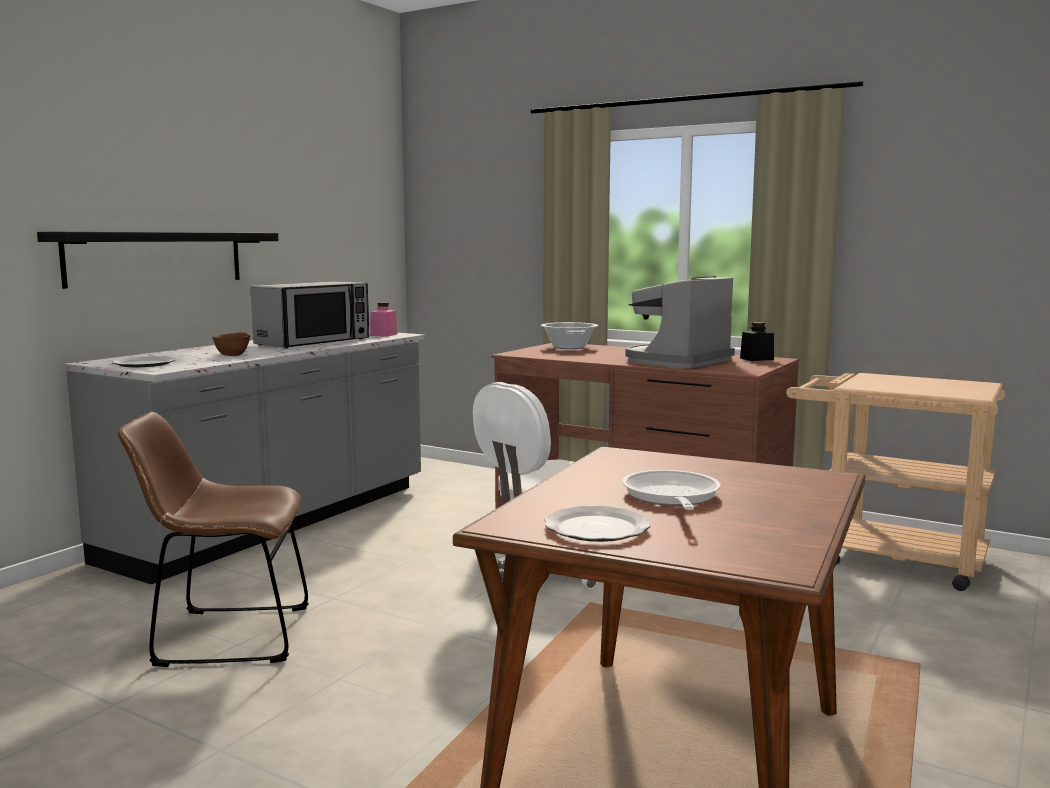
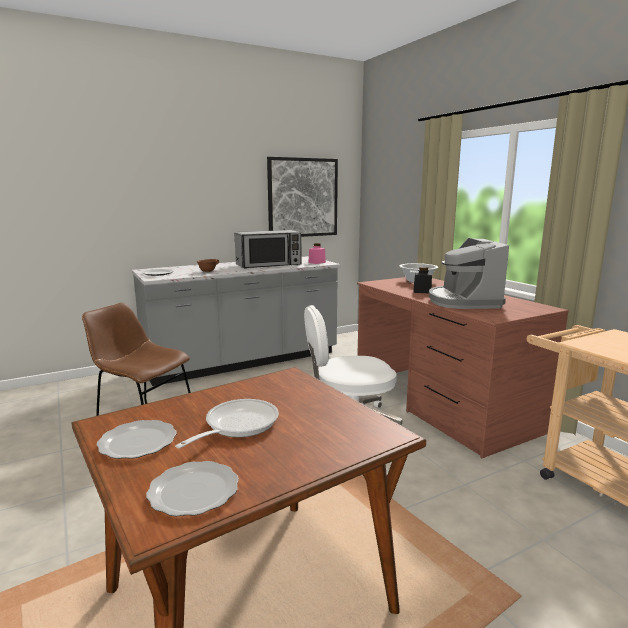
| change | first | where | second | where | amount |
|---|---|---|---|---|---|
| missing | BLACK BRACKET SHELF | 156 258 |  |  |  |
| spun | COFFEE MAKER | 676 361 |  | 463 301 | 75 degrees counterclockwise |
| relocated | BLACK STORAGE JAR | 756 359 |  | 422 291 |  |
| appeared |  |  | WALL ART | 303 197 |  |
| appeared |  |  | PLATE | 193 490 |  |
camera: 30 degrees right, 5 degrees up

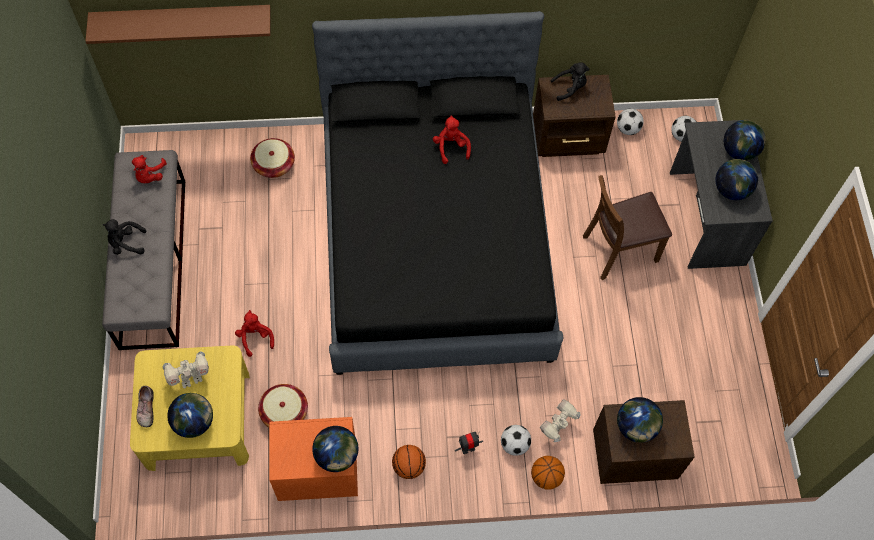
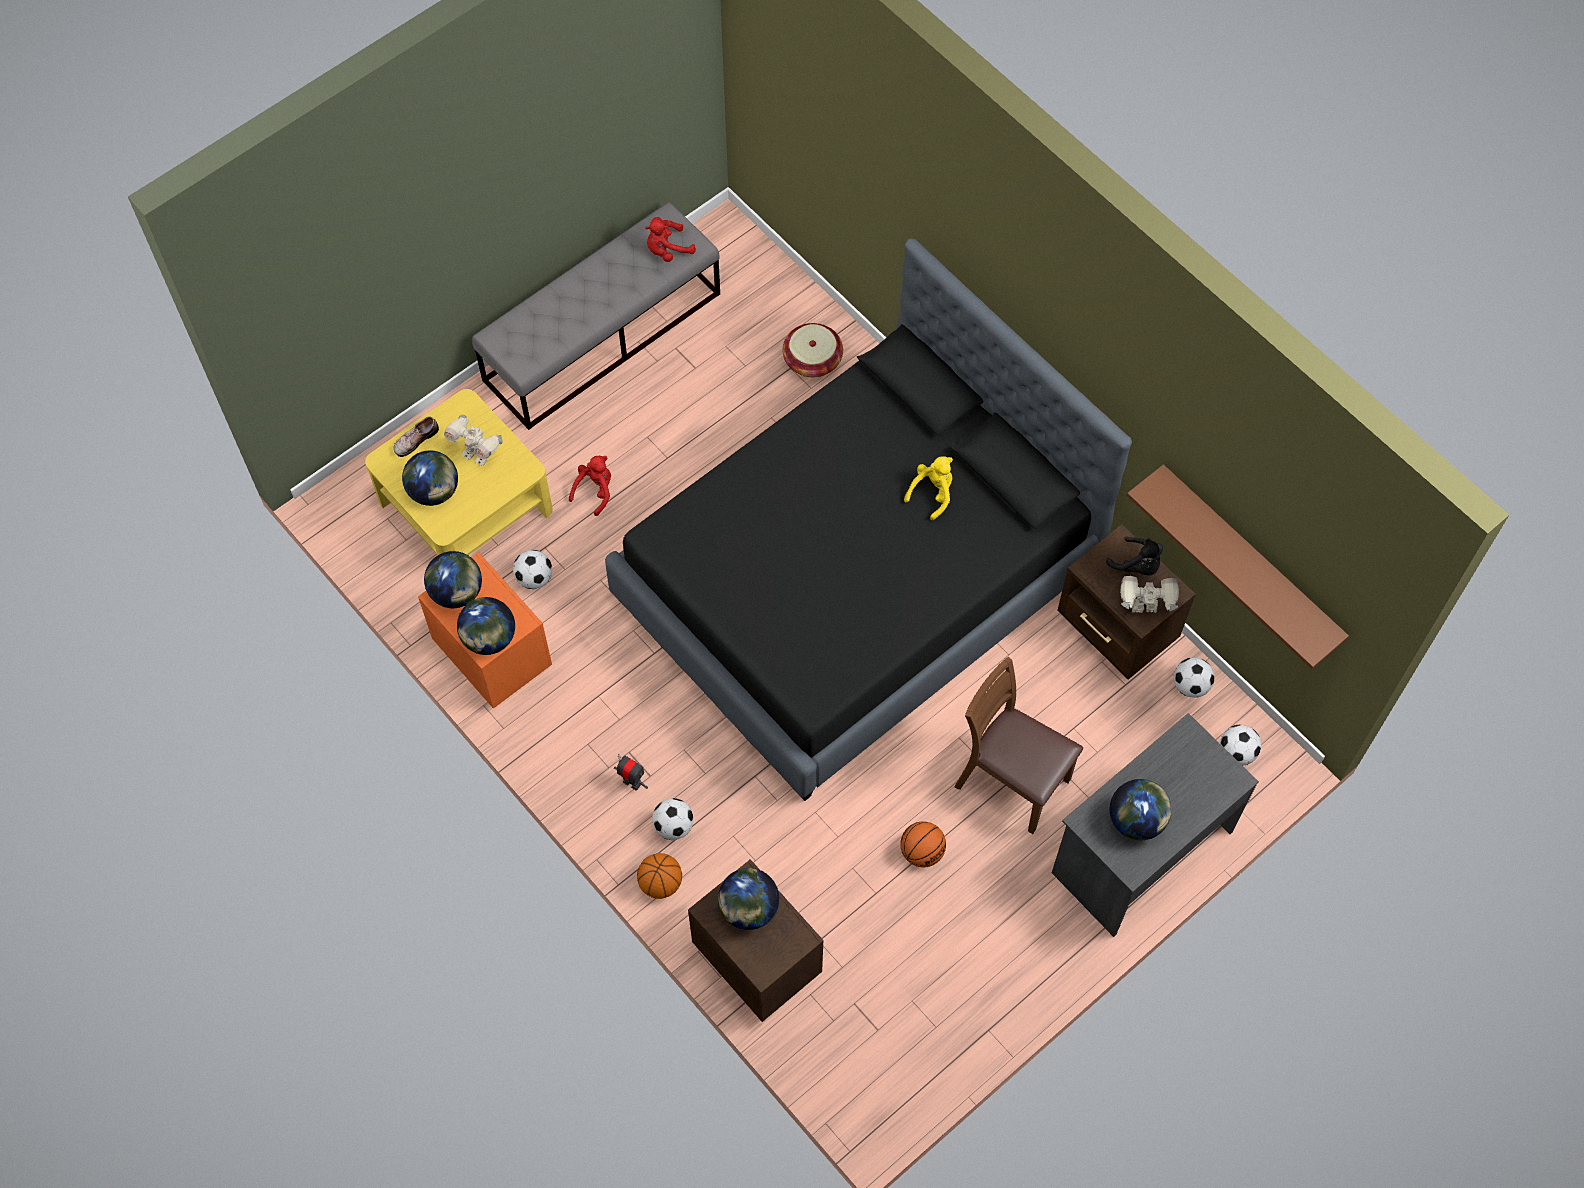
| change | first | where | second | where | amount |
|---|---|---|---|---|---|
| relocated | BROWNISH BRACKET SHELF | 182 19 |  | 1250 559 |  |
| colour | RED CUDDLY TOY | 451 147 | YELLOWISH CUDDLY TOY | 932 493 |  |
| relocated | DESK GLOBE | 739 151 |  | 457 592 |  |
| missing | BLACK CUDDLY TOY | 126 243 |  |  |  |
| exchanged | STORAGE BASKET | 284 412 | BALL FOR FOOTBALL | 534 578 |  |
| relocated | MODEL ROBOT | 556 429 |  | 1144 609 |  |
| relocated | BALL FOR BASKETBALL | 408 466 |  | 921 852 |  |
camera: 55 degrees right, 0 degrees up

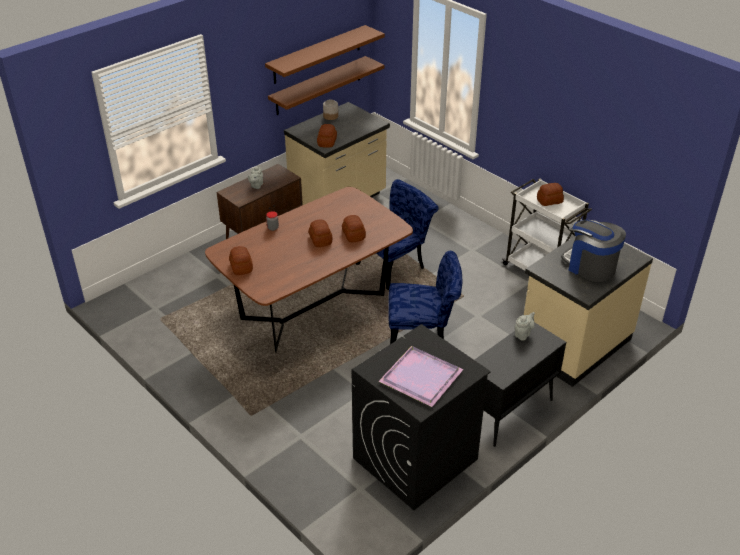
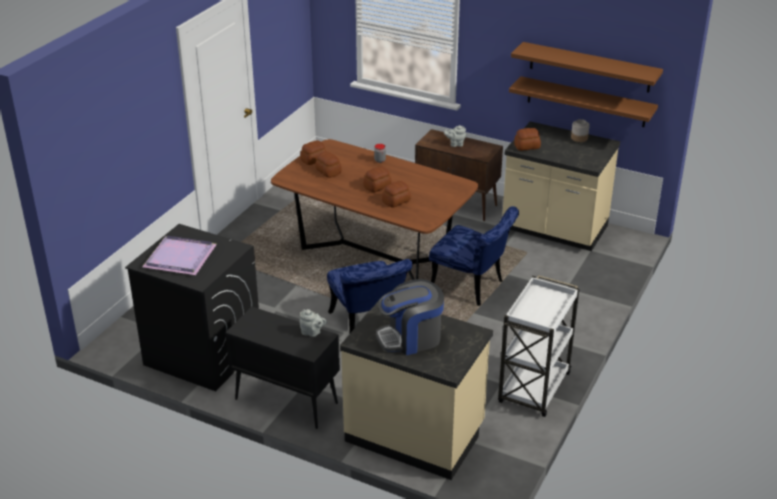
| change | first | where | second | where | amount |
|---|---|---|---|---|---|
| relocated | BAKERY BREAD | 549 201 |  | 328 171 |  |
| spun | COFFEE MAKER | 590 266 |  | 410 338 | 135 degrees counterclockwise |
camera: 70 degrees right, 5 degrees down

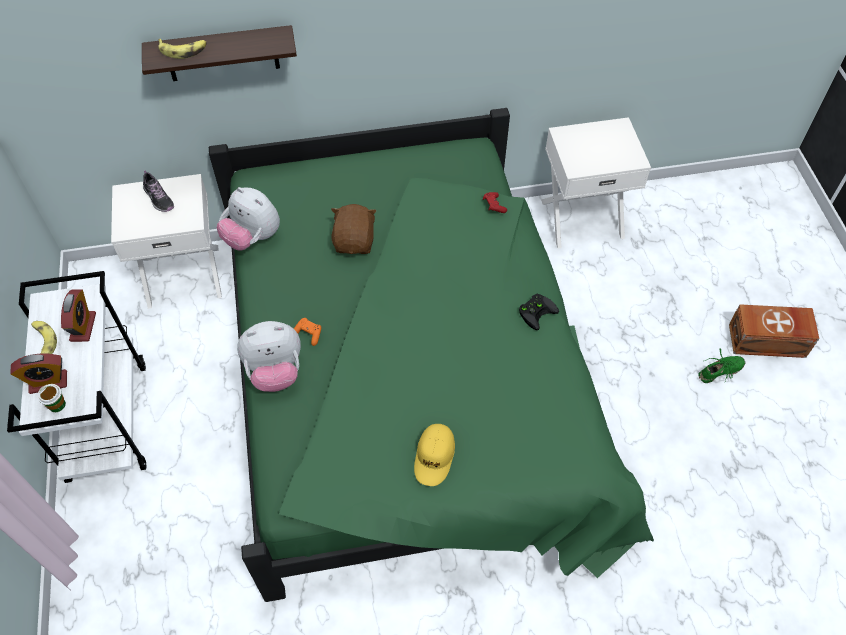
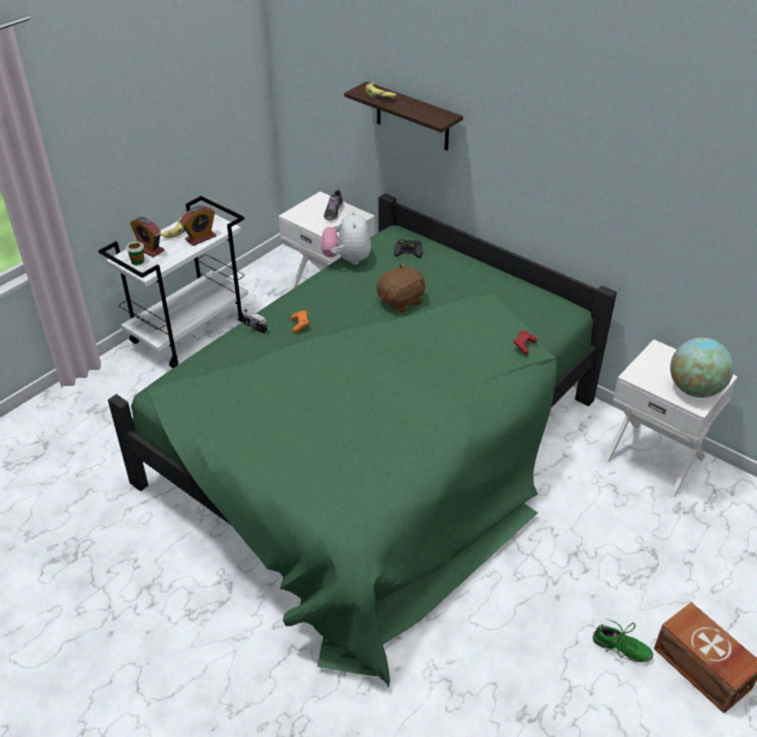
| change | first | where | second | where | amount |
|---|---|---|---|---|---|
| relocated | BLACK GAMEPAD | 536 311 |  | 409 250 |  |
| exchanged | CUDDLY TOY | 275 371 | PHOTO CAMERA | 254 328 |  |
| missing | YELLOWISH CAP | 434 457 |  |  |  |
| appeared |  |  | DESK GLOBE | 694 389 |  |
camera: 50 degrees right, 15 degrees down

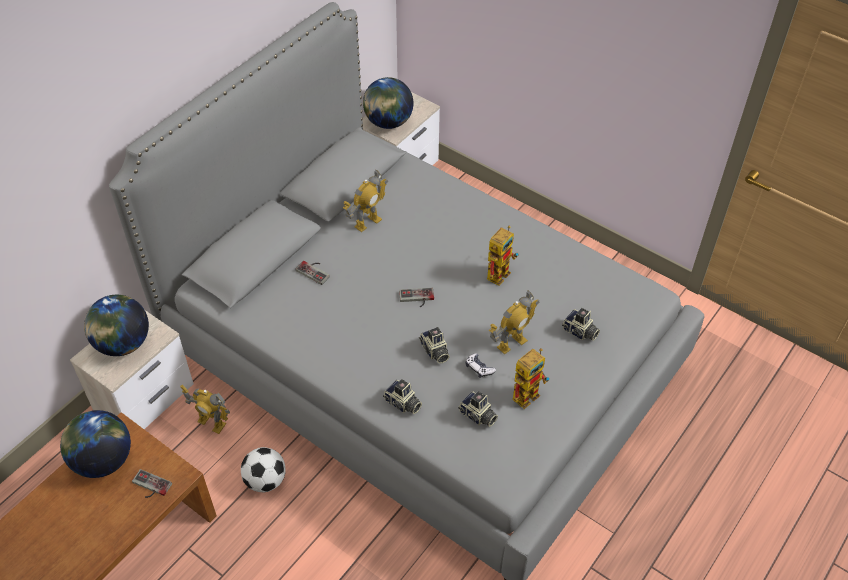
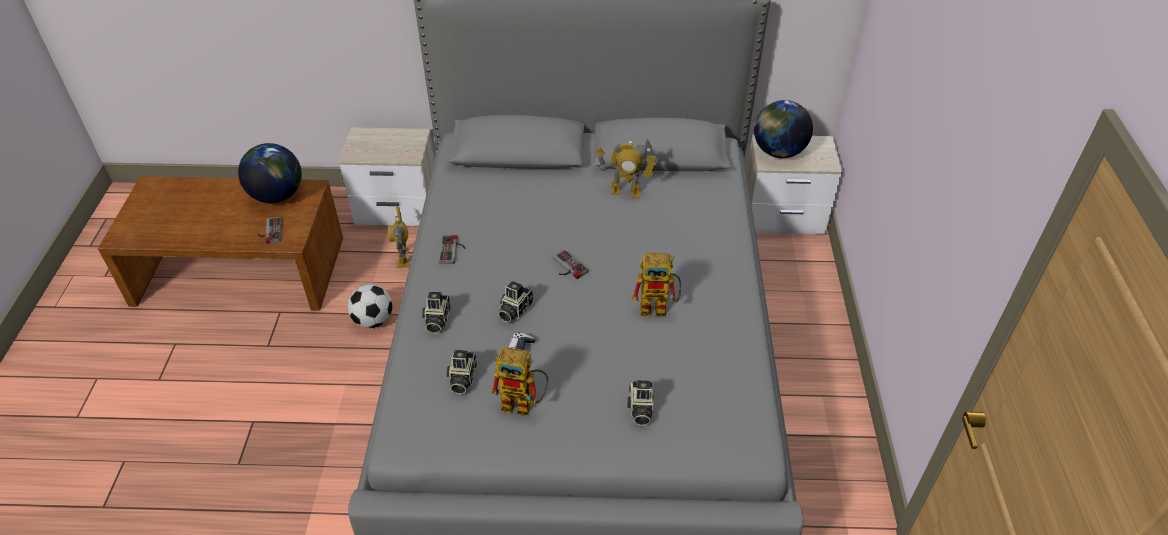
| change | first | where | second | where | amount |
|---|---|---|---|---|---|
| relocated | GAMEPAD | 315 271 |  | 453 250 |  |
| missing | MODEL ROBOT | 511 343 |  |  |  |
| missing | DESK GLOBE | 123 344 |  |  |  |
camera: 55 degrees right, 5 degrees down

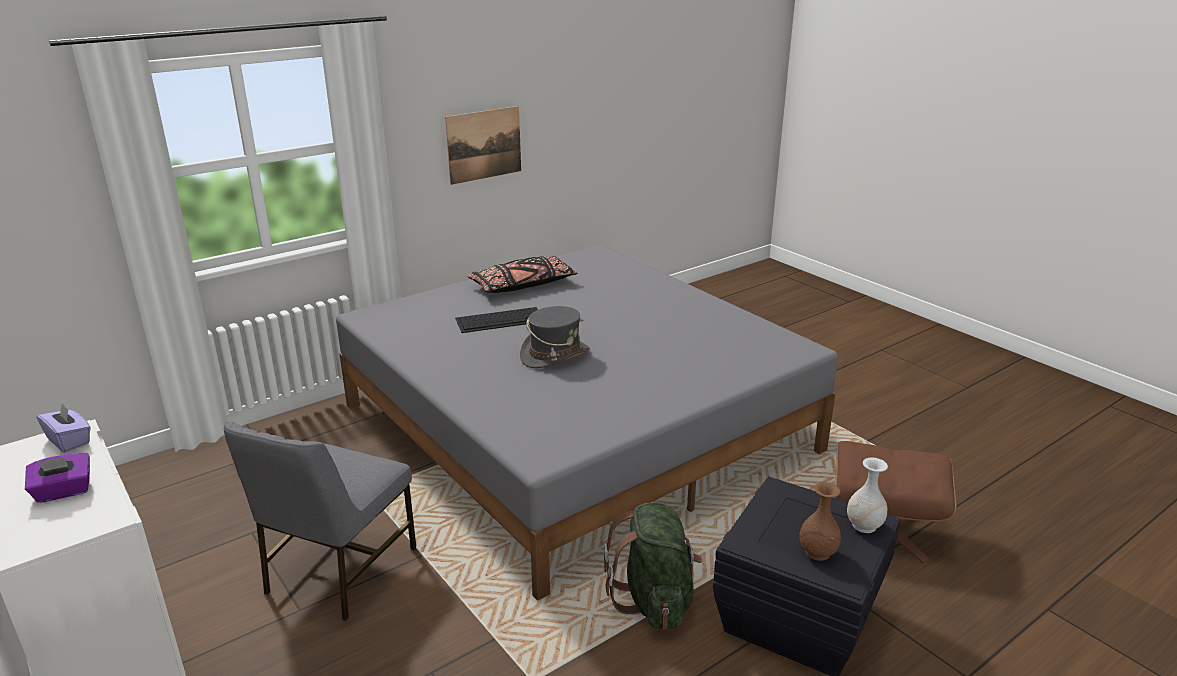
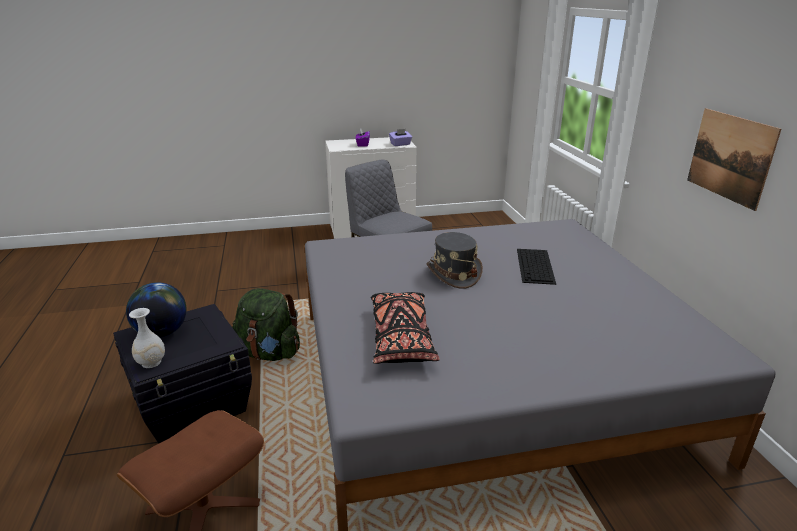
| change | first | where | second | where | amount |
|---|---|---|---|---|---|
| relocated | BLACK PILLOW | 522 285 |  | 401 337 |  |
| exchanged | BROWNISH DECORATIVE VASE | 817 553 | DESK GLOBE | 162 333 |  |
camera: 115 degrees right, 0 degrees up

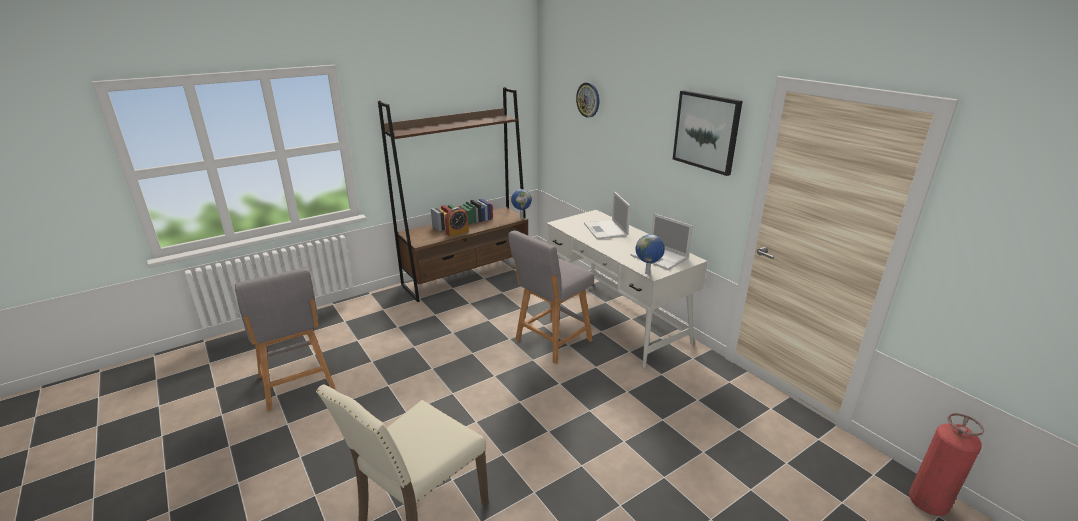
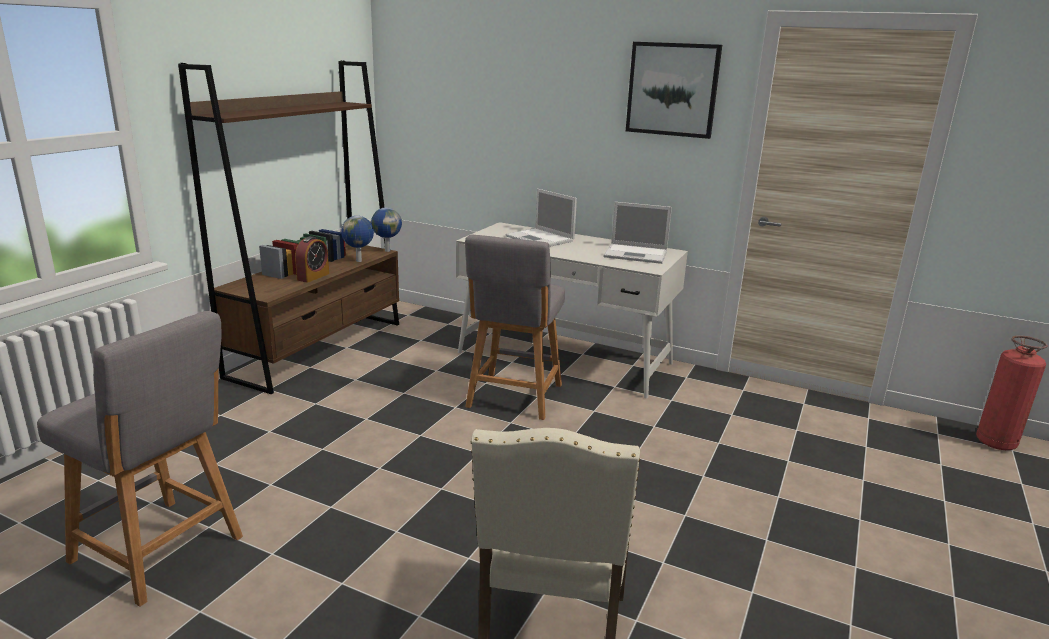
| change | first | where | second | where | amount |
|---|---|---|---|---|---|
| missing | HANGING CLOCK | 588 99 |  |  |  |
| relocated | DESK GLOBE | 648 273 |  | 359 261 |  |
camera: 30 degrees left, 5 degrees down

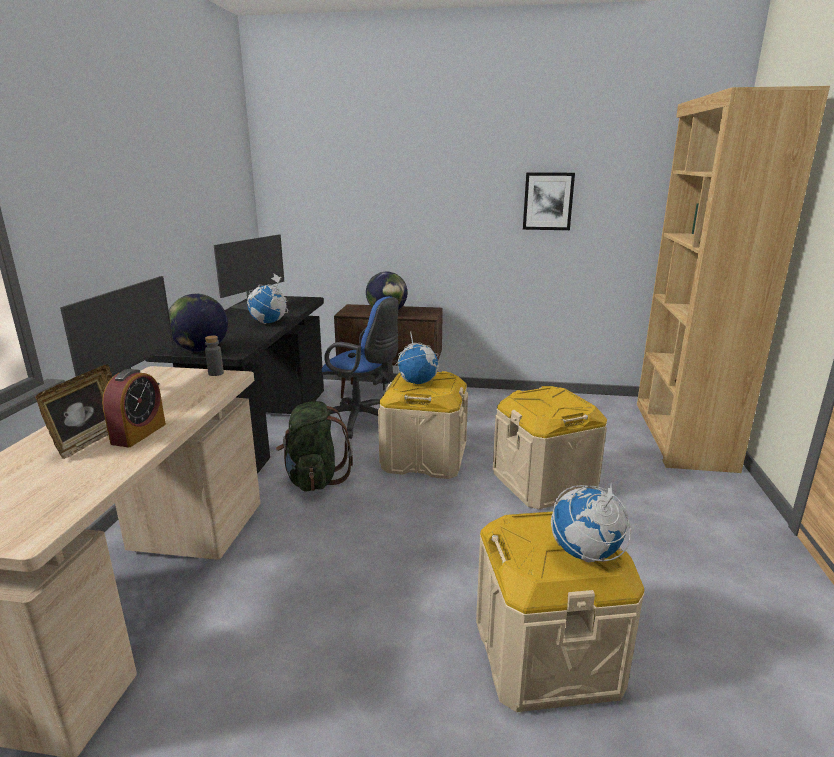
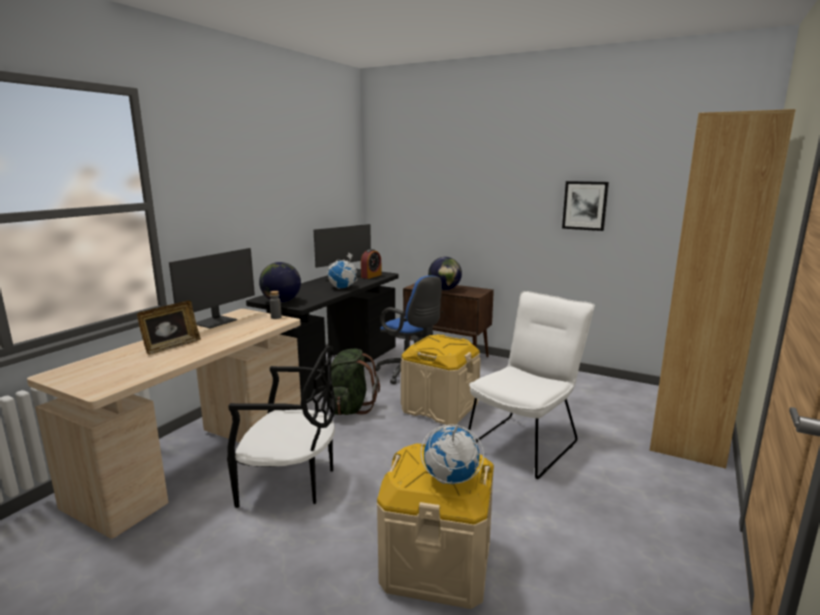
| change | first | where | second | where | amount |
|---|---|---|---|---|---|
| missing | DESK GLOBE | 417 382 |  |  |  |
| relocated | TABLE CLOCK | 139 434 |  | 371 276 |  |
| exchanged | BEIGE STORAGE BOX | 544 482 | WHITE CHAIR | 526 442 |  |
| appeared |  |  | BLACK CHAIR | 291 483 |  |
camera: 20 degrees right, 5 degrees down

